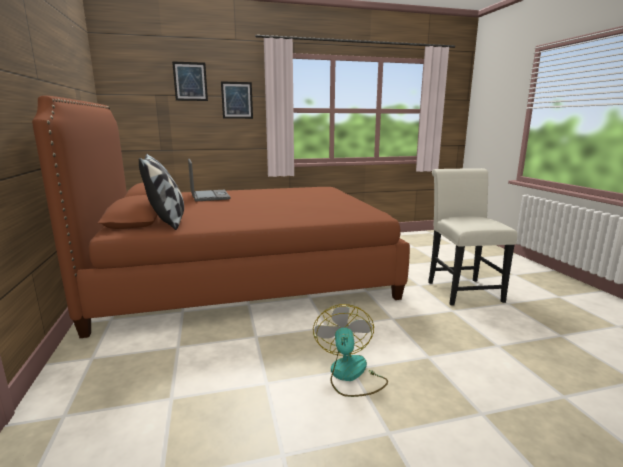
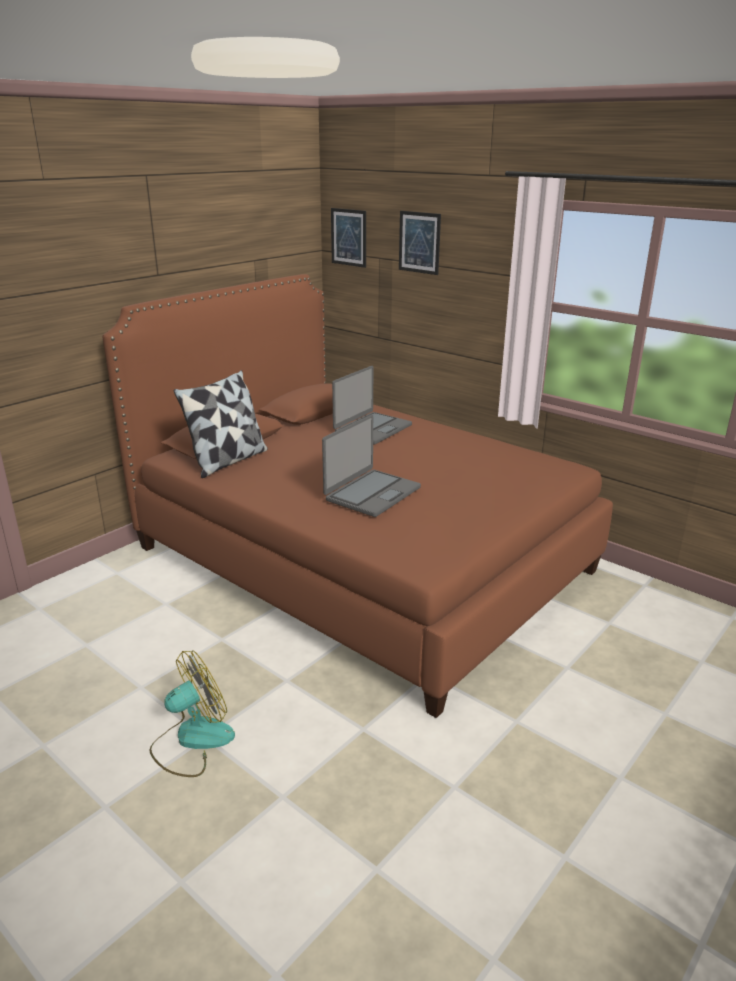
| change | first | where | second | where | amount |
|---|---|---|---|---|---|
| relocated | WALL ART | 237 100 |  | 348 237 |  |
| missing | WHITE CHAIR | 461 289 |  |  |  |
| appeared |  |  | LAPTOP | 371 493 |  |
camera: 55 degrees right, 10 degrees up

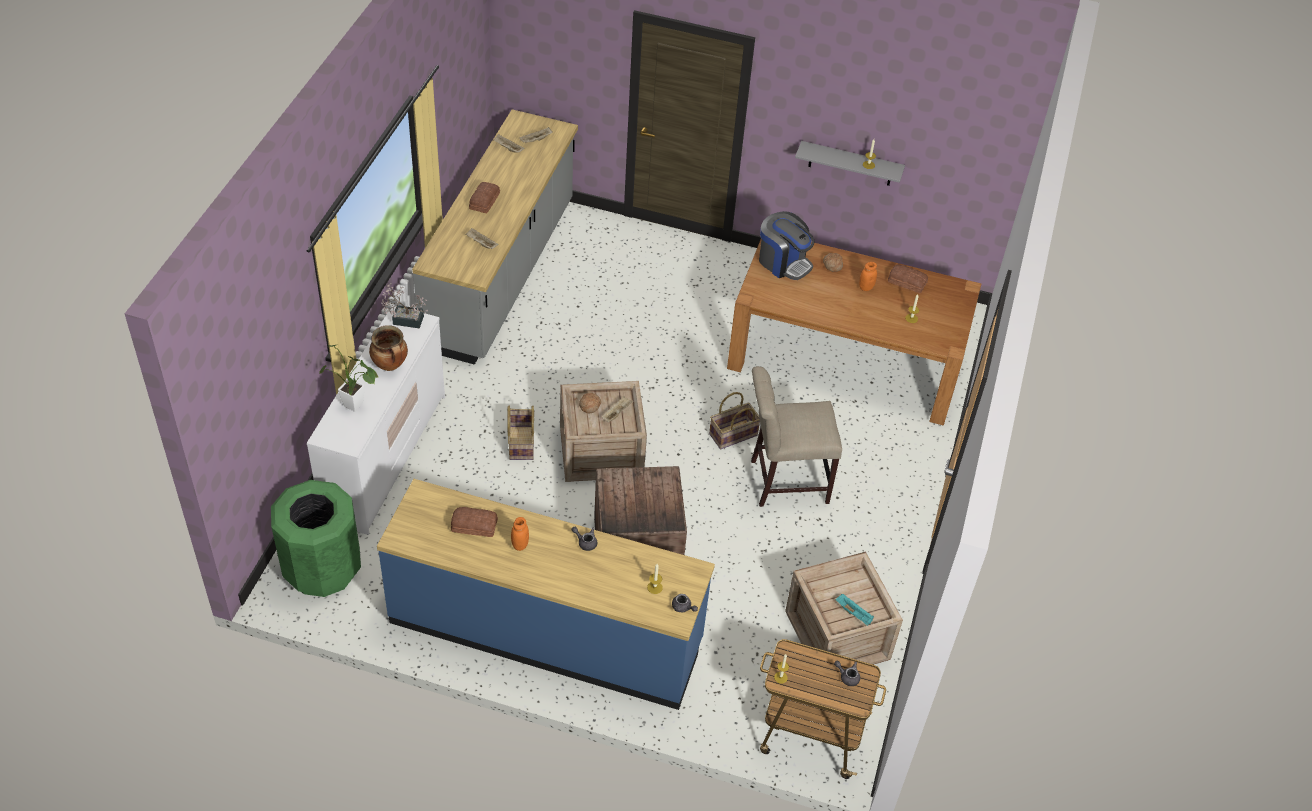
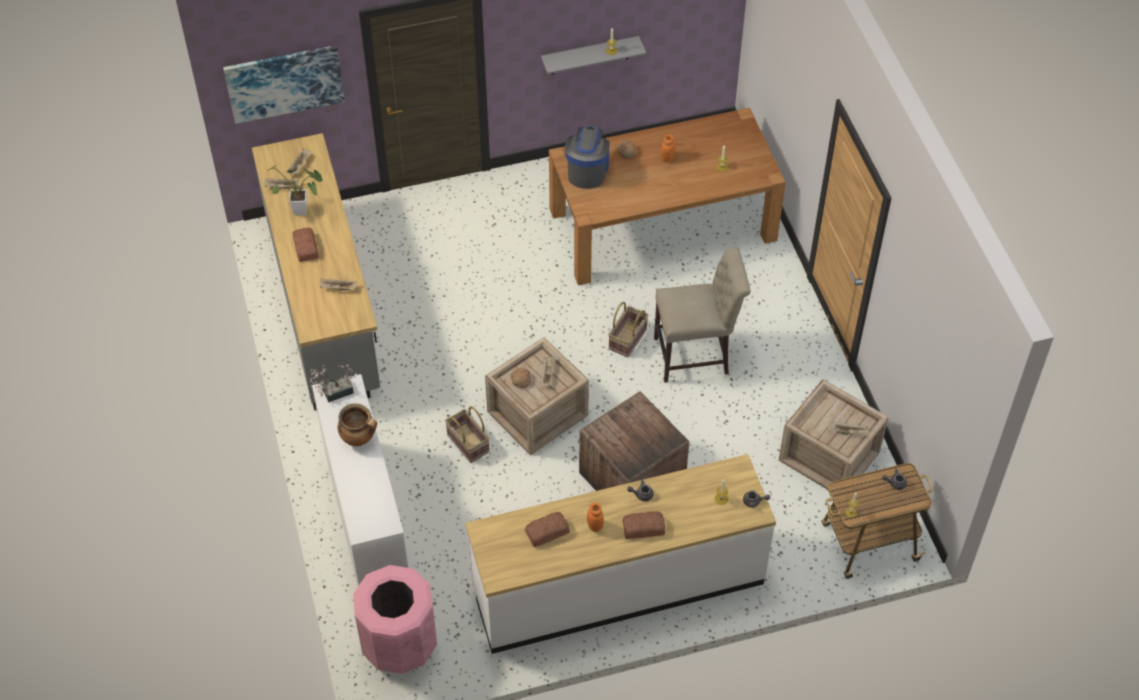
| change | first | where | second | where | amount |
|---|---|---|---|---|---|
| spun | COFFEE MAKER | 783 262 |  | 587 170 | 90 degrees counterclockwise |
| relocated | BAKERY BREAD | 907 281 |  | 642 527 |  |
| relocated | PLANT IN A POT | 357 407 |  | 304 211 |  |
| spun | BEIGE CHAIR | 784 481 |  | 696 356 | 150 degrees counterclockwise |
| colour | BLUE-COLOURED KITCHEN COUNTER | 546 631 | WHITE KITCHEN COUNTER | 618 585 |  |
| colour | GREEN TRASH CAN | 322 569 | PINK-COLOURED TRASH CAN | 399 644 |  |
| colour | TURQUOISE CARRYING TRAY | 854 614 | BEIGE CARRYING TRAY | 850 432 |  |
| appeared |  |  | WALL ART | 284 83 |  |
camera: 30 degrees left, 5 degrees up

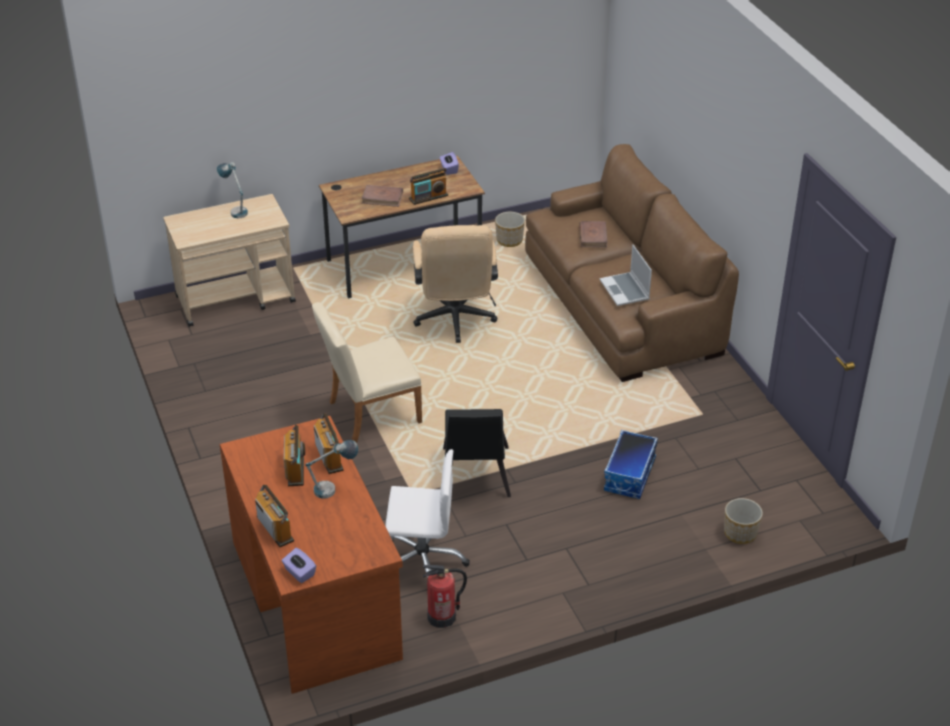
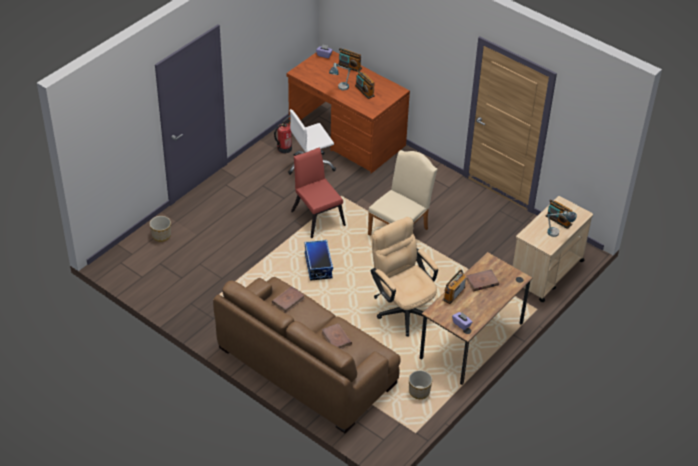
| change | first | where | second | where | amount |
|---|---|---|---|---|---|
| exchanged | LAPTOP | 625 290 | BROWNISH BOUND BOOK | 288 300 |  |
| colour | BLACK CHAIR | 474 477 | RED CHAIR | 317 216 |  |
| relocated | RADIO SET | 329 457 |  | 558 220 |  |
| relocated | STORAGE BOX | 630 475 |  | 317 266 |  |
camera: 150 degrees right, 5 degrees up

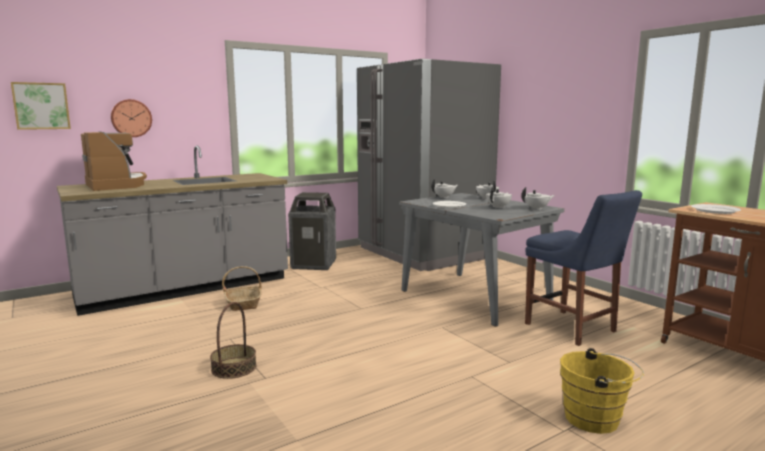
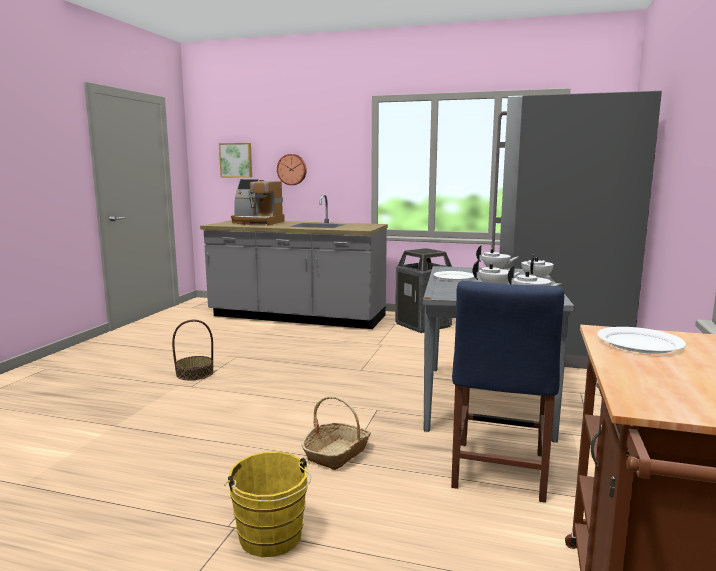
| change | first | where | second | where | amount |
|---|---|---|---|---|---|
| spun | COFFEE MAKER | 117 185 |  | 257 222 | 90 degrees clockwise |
| relocated | STORAGE BASKET | 244 303 |  | 337 453 |  |
camera: 50 degrees right, 0 degrees up

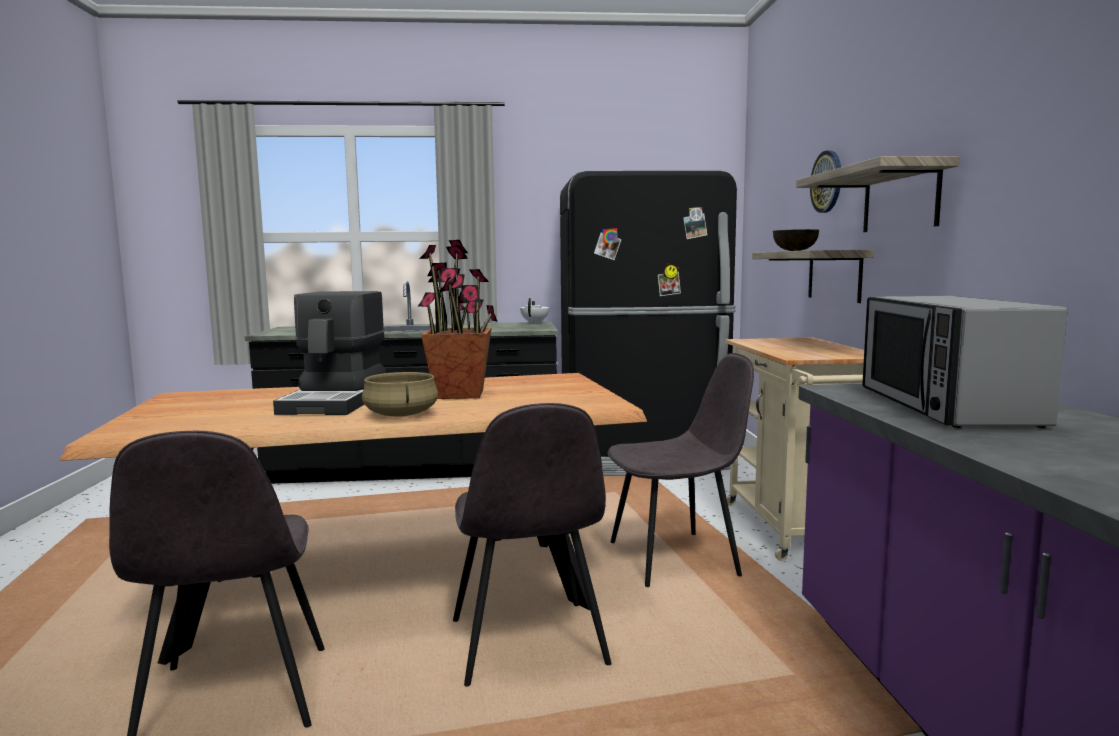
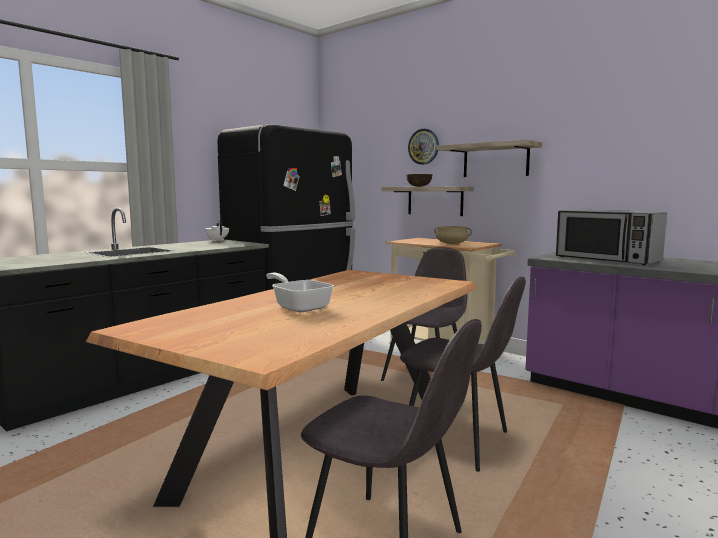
| change | first | where | second | where | amount |
|---|---|---|---|---|---|
| missing | PLANT IN A POT | 460 394 |  |  |  |
| exchanged | COFFEE MAKER | 337 401 | FRYING PAN | 299 306 |  |
| relocated | BEIGE SAUCEPOT | 402 415 |  | 452 243 |  |
camera: 45 degrees left, 0 degrees up

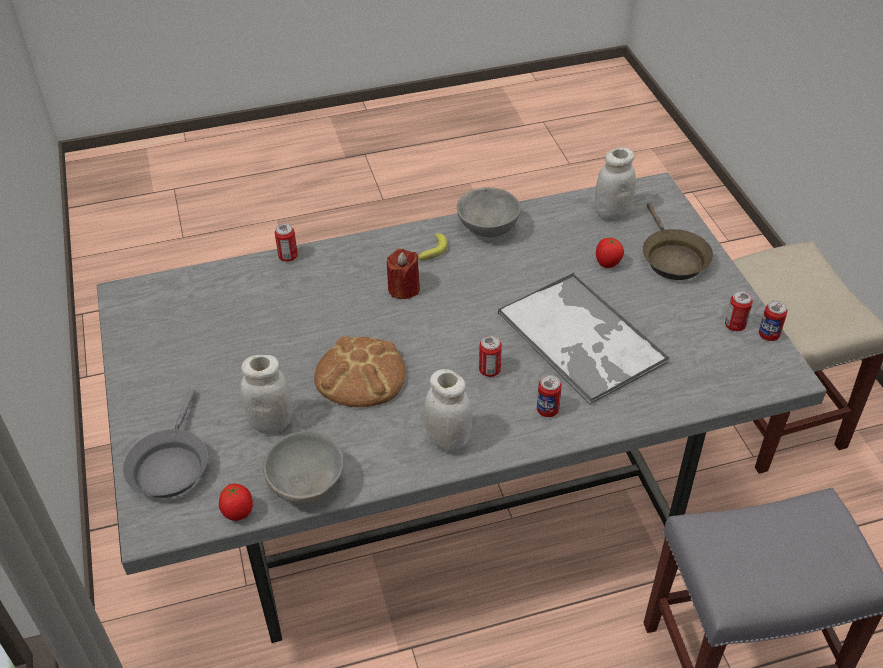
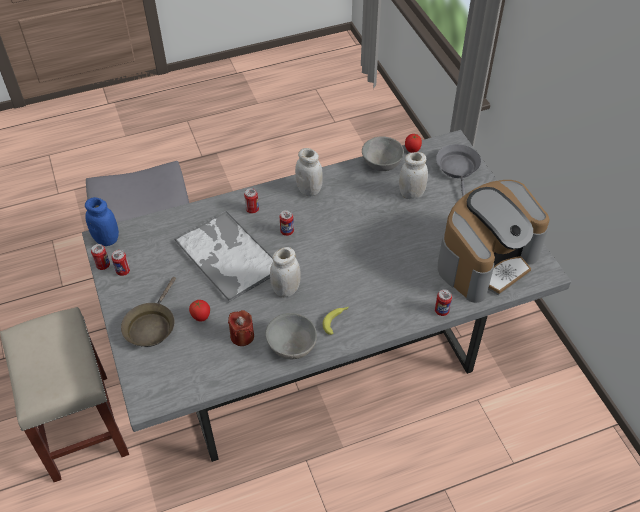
| change | first | where | second | where | amount |
|---|---|---|---|---|---|
| relocated | WHITE STORAGE JAR | 611 213 |  | 286 290 |  |
| spun | BROWNISH FRYING PAN | 672 258 |  | 151 326 | 150 degrees counterclockwise |
| relocated | RED WAX LIGHT | 404 288 |  | 242 336 |  |
| missing | BAKERY BREAD | 360 375 |  |  |  |
| appeared |  |  | COFFEE MAKER | 486 260 |  |
| appeared |  |  | BLUE-COLOURED STORAGE JAR | 107 239 |  |
camera: 175 degrees right, 5 degrees up

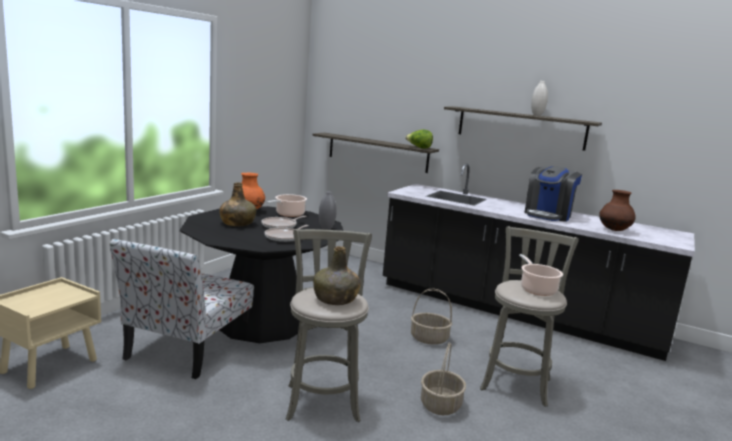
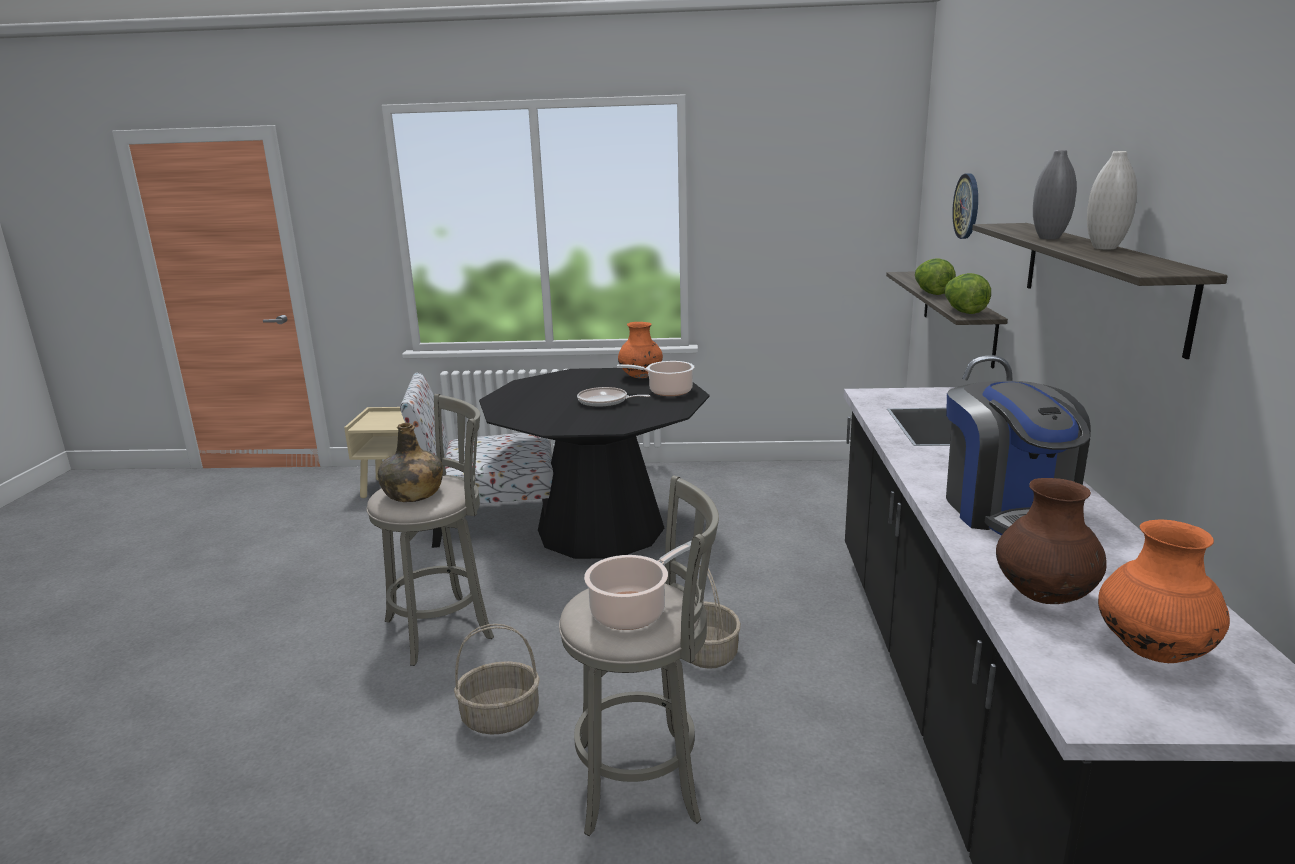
| change | first | where | second | where | amount |
|---|---|---|---|---|---|
| spun | COFFEE MAKER | 548 215 |  | 1009 511 | 105 degrees counterclockwise |
| missing | GREEN BOTTLE | 237 223 |  |  |  |
| relocated | GRAY DECORATIVE VASE | 326 229 |  | 1049 238 |  |
| missing | FRYING PAN | 285 237 |  |  |  |
| appeared |  |  | HANGING CLOCK | 967 206 |  |
| appeared |  |  | LETTUCE | 931 293 |  |
| appeared |  |  | ORANGEY DECORATIVE VASE | 1153 653 |  |
camera: 65 degrees right, 5 degrees up

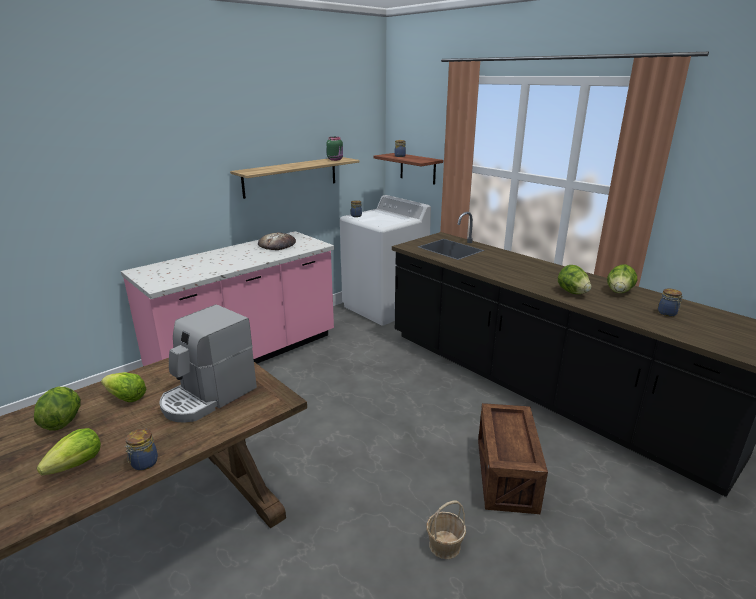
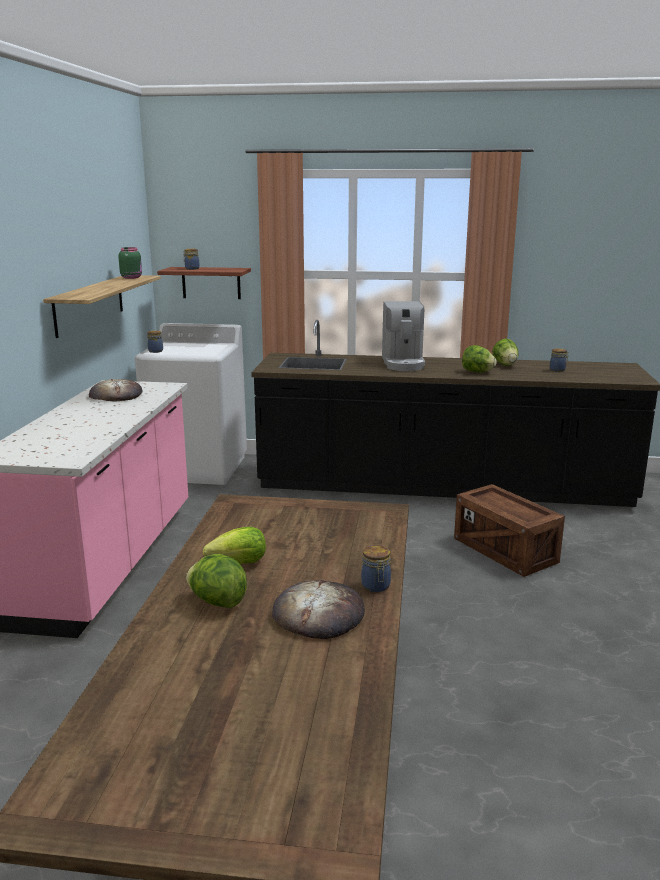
| change | first | where | second | where | amount |
|---|---|---|---|---|---|
| relocated | COFFEE MAKER | 208 397 |  | 403 363 |  |
| exchanged | LETTUCE | 77 465 | BAKERY BREAD | 318 614 |  |
| missing | STORAGE BASKET | 444 545 |  |  |  |
camera: 40 degrees left, 5 degrees down

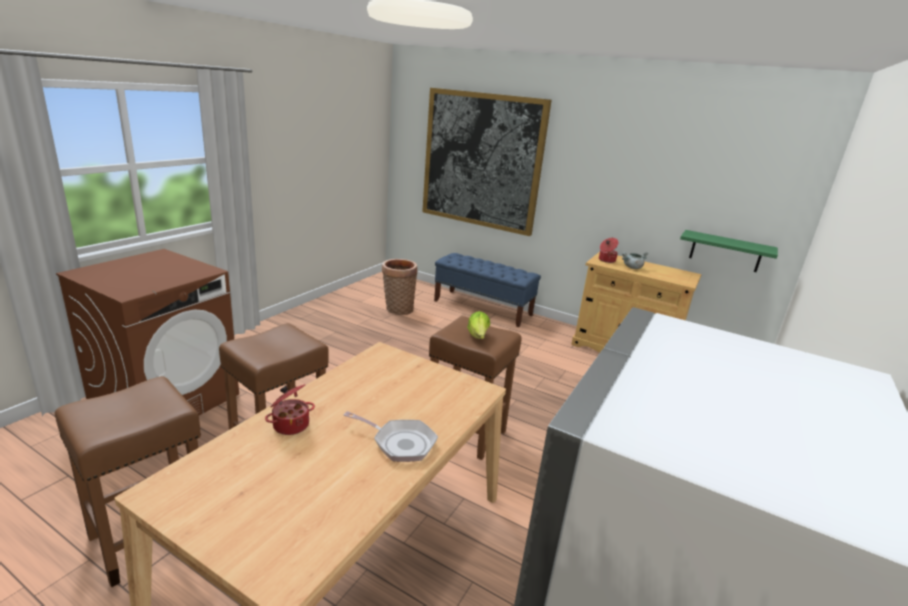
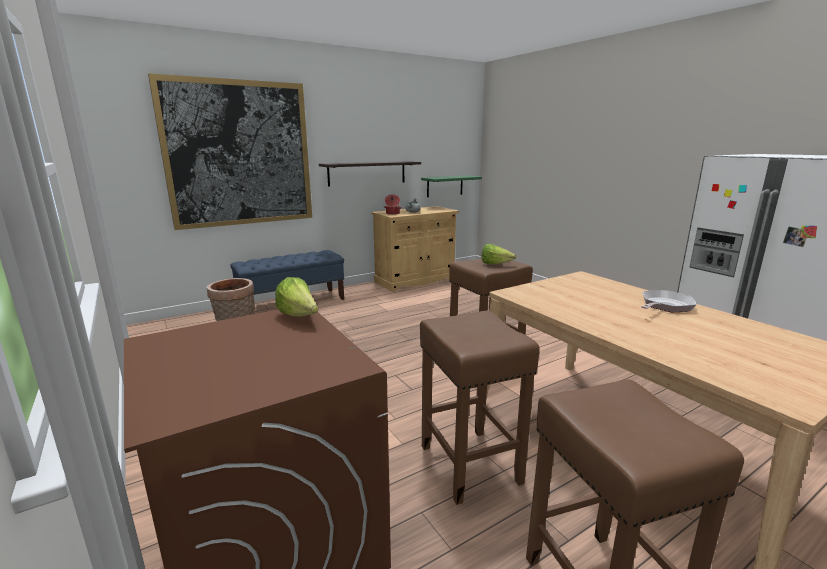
| change | first | where | second | where | amount |
|---|---|---|---|---|---|
| missing | SAUCEPOT | 290 424 |  |  |  |
| appeared |  |  | BRACKET SHELF | 367 173 |  |
| appeared |  |  | LETTUCE | 299 316 |  |
camera: 60 degrees left, 5 degrees down

